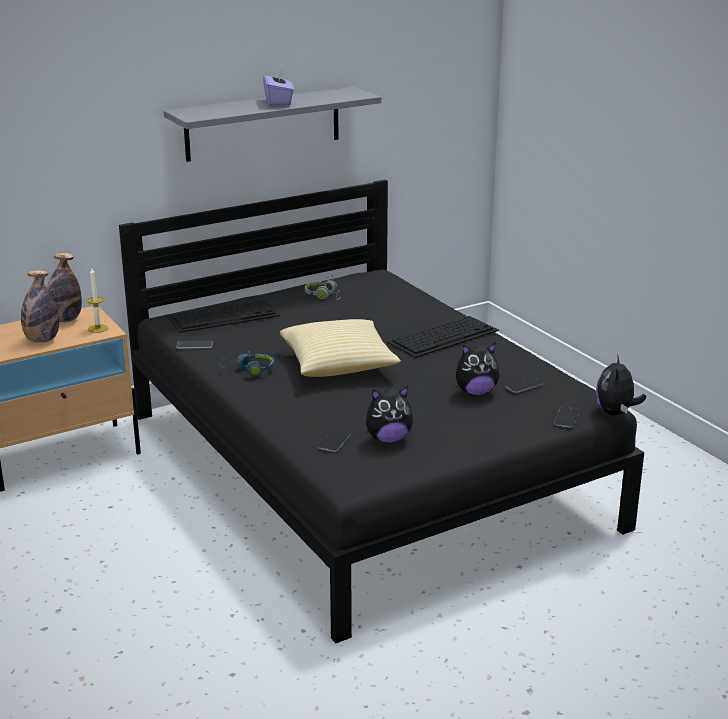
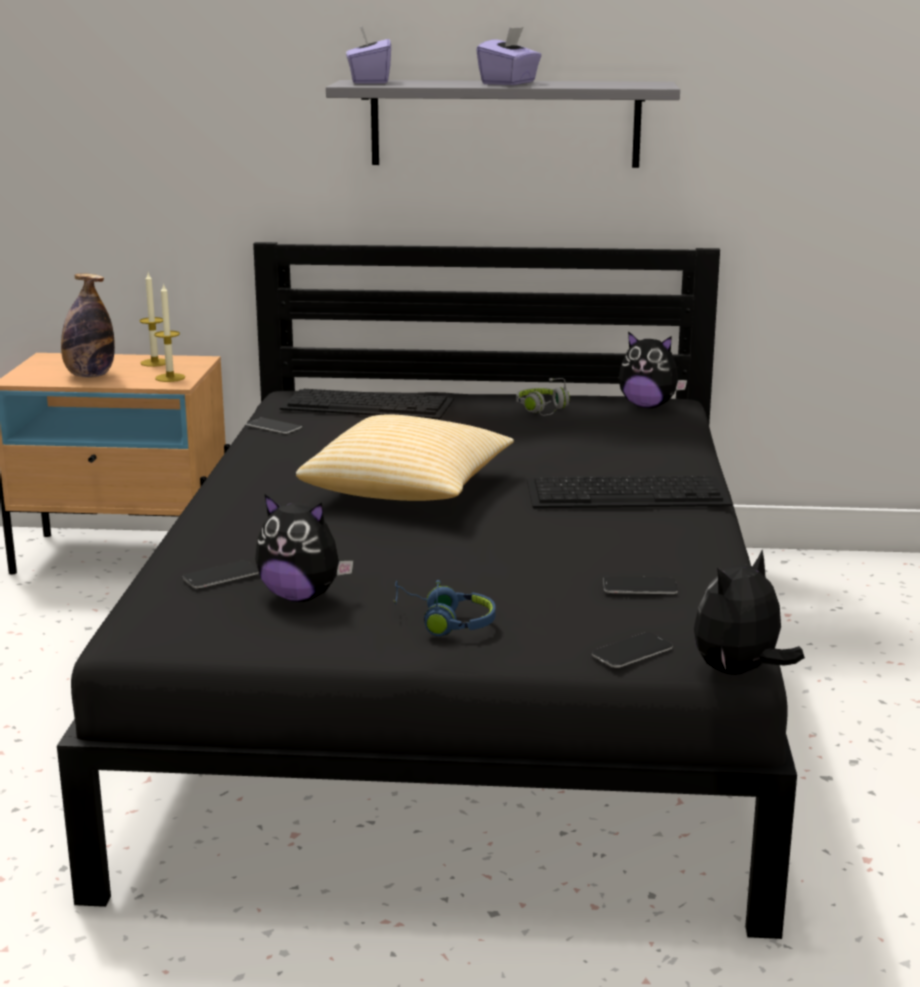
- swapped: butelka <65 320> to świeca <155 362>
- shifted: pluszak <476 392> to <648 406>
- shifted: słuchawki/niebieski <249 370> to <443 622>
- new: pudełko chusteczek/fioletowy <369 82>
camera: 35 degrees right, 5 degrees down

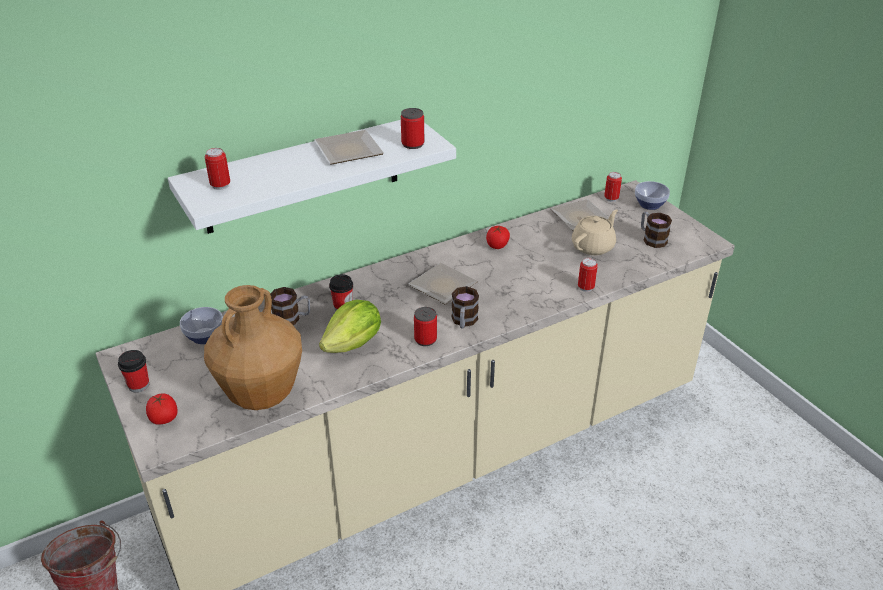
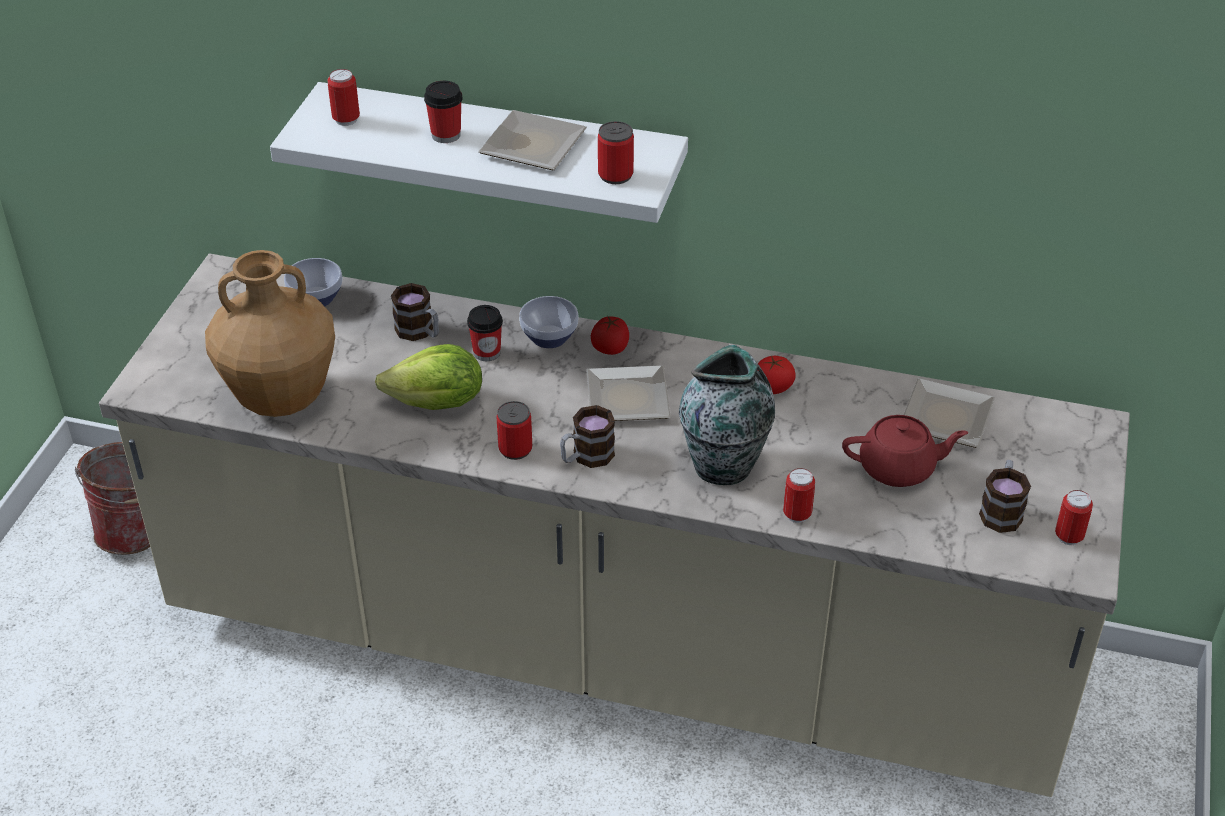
- shifted: puszka <611 199> to <1068 537>
- shifted: miska <651 204> to <550 338>
- repainted: imbryk/beżowy <593 246> to imbryk/czerwony <898 468>
- shifted: filiżanka <139 385> to <446 135>
- shifted: pomidor <164 418> to <610 348>
- new: wazon <724 465>
camera: 45 degrees right, 5 degrees up

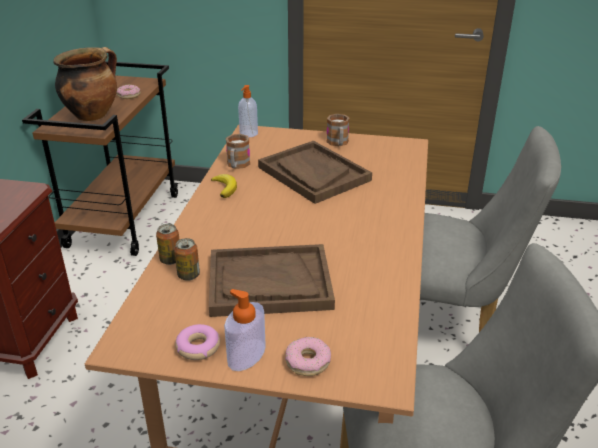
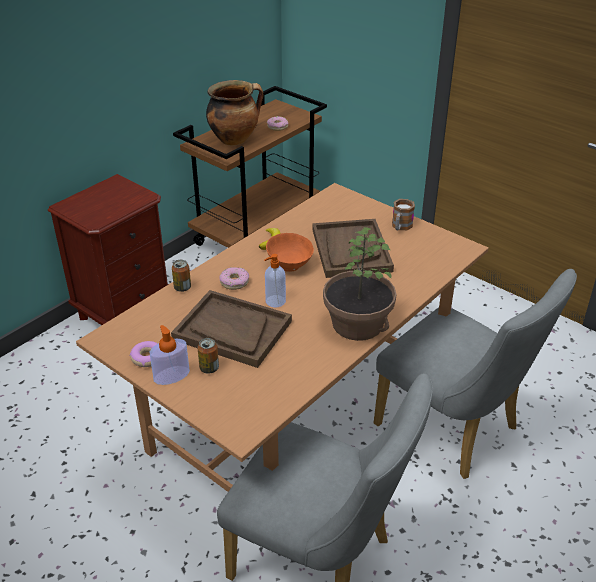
- shifted: dozownik mydła <248 134> to <274 301>
- gone: kubek <237 165>
- shifted: puszka <188 275> to <209 368>
- shifted: donut <307 362> to <234 282>
- new: roślina doniczkowa <357 324>
- new: miska/pomarańczowy <289 266>
camera: 30 degrees right, 5 degrees up

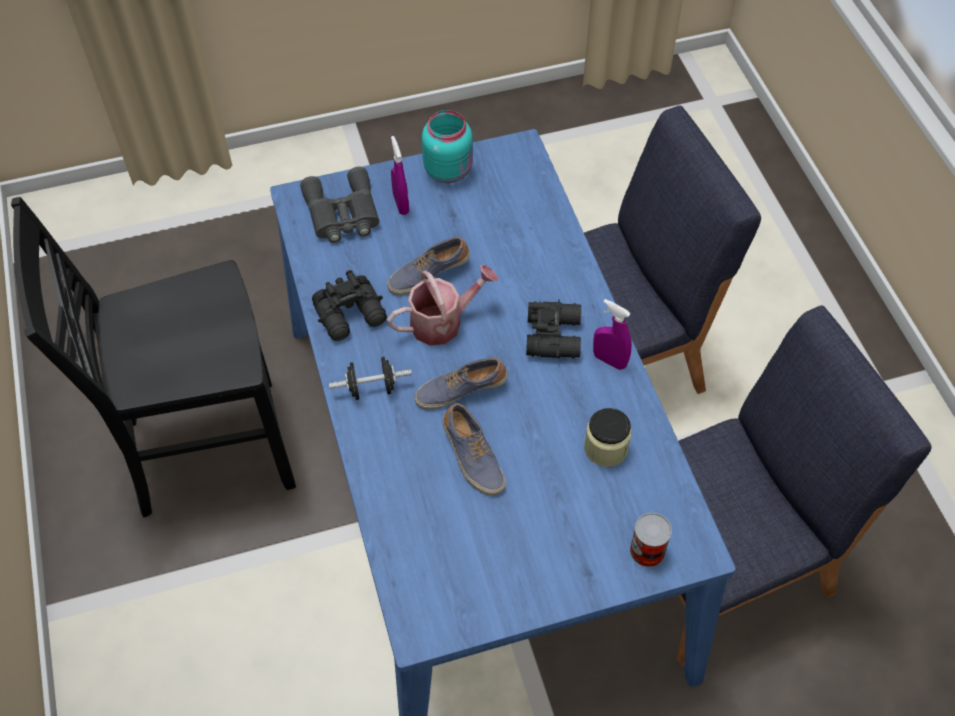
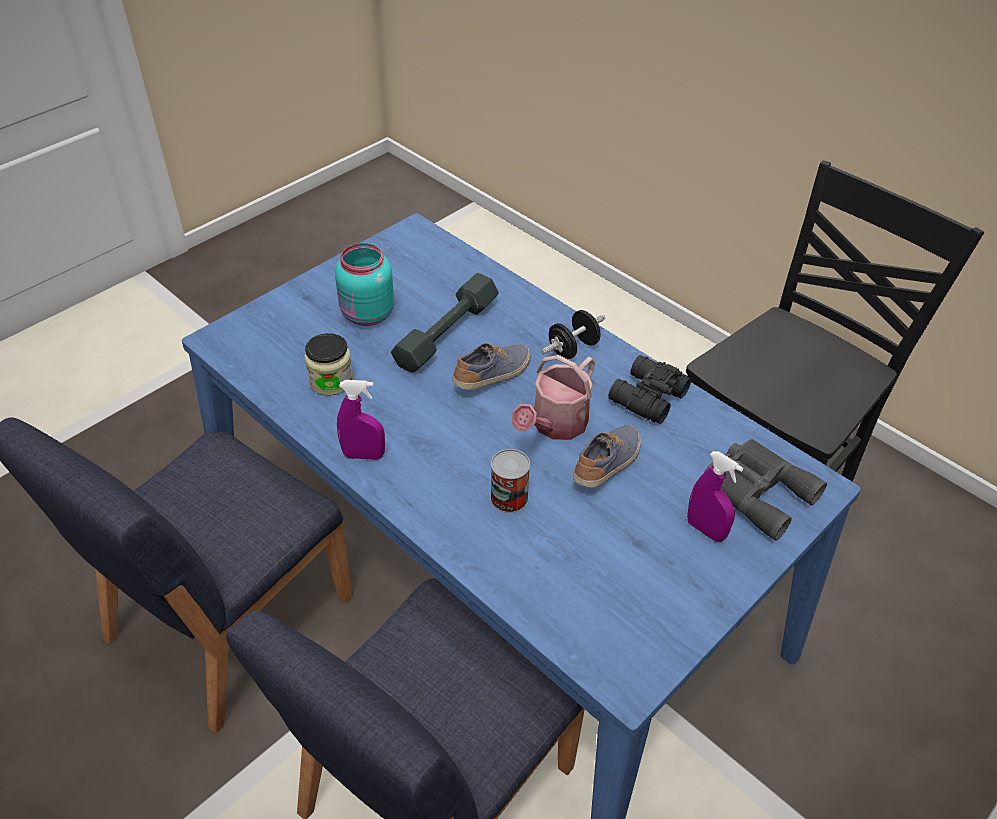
- shifted: słoik/turkusowy <449 170> to <367 315>
- gone: lornetka/czarny <555 335>
- swapped: but <472 458> to hantel/szary <447 333>
- shifted: puszka <647 550> to <509 498>
camera: 150 degrees right, 10 degrees down

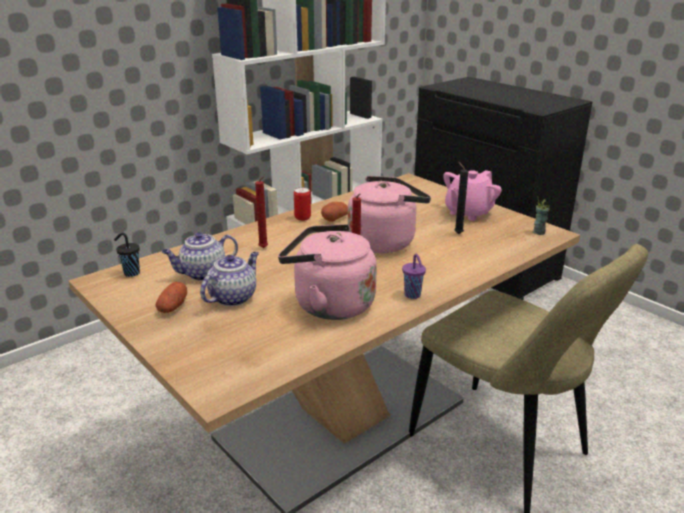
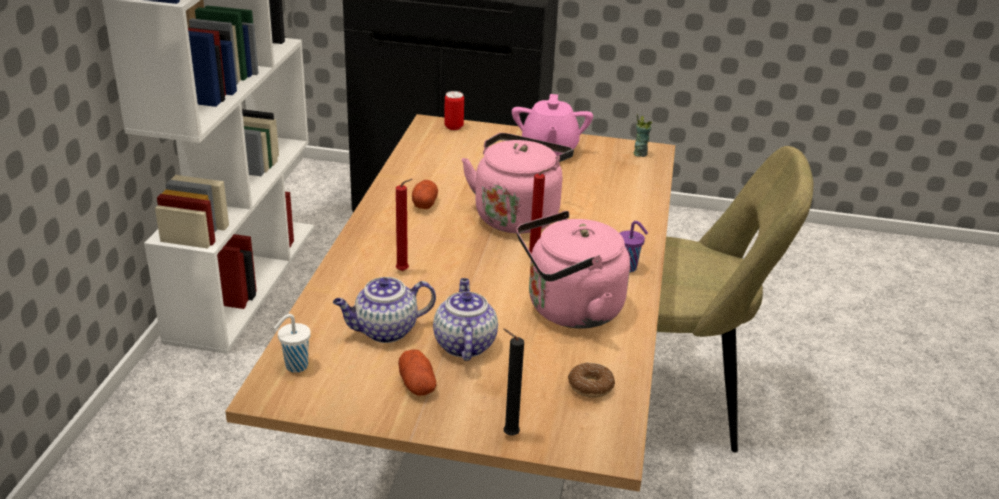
- shifted: świeca/czarny <457 233> to <508 434>
- shifted: puszka <302 218> to <453 127>
- rotated: imbryk <202 274> = <384 331> 45 degrees clockwise
- repainted: filiżanka/czarny <131 273> to filiżanka/biały <295 366>
- new: donut <590 386>
camera: 40 degrees left, 5 degrees up

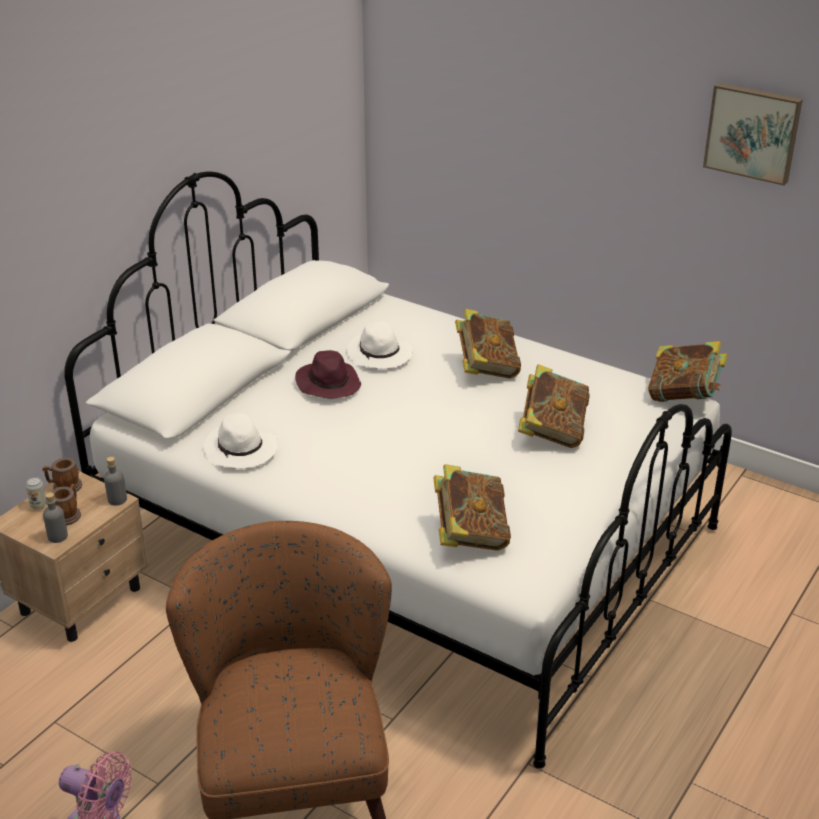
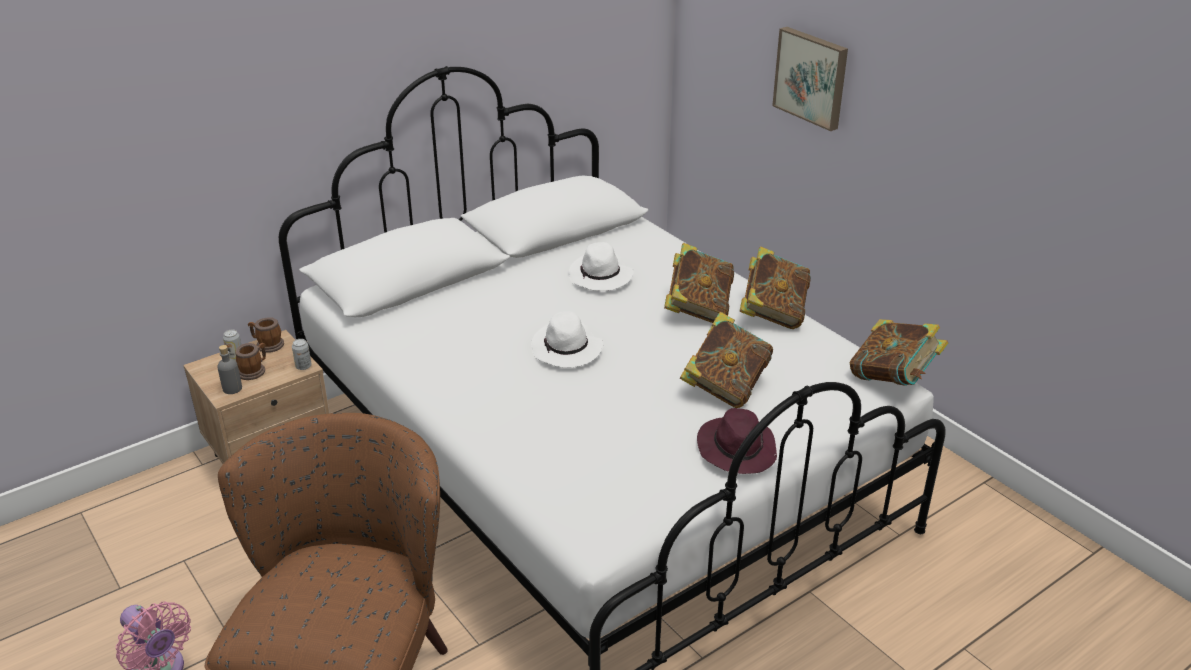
- shifted: obraz <753 132> to <812 77>
- shifted: kapelusz/fioletowy <328 384> to <736 449>
- shifted: kapelusz/biały <241 450> to <567 349>
- swapped: butelka/szary <117 499> to puszka <303 366>
- shifted: książka <470 535> to <773 314>
camera: 20 degrees right, 0 degrees up

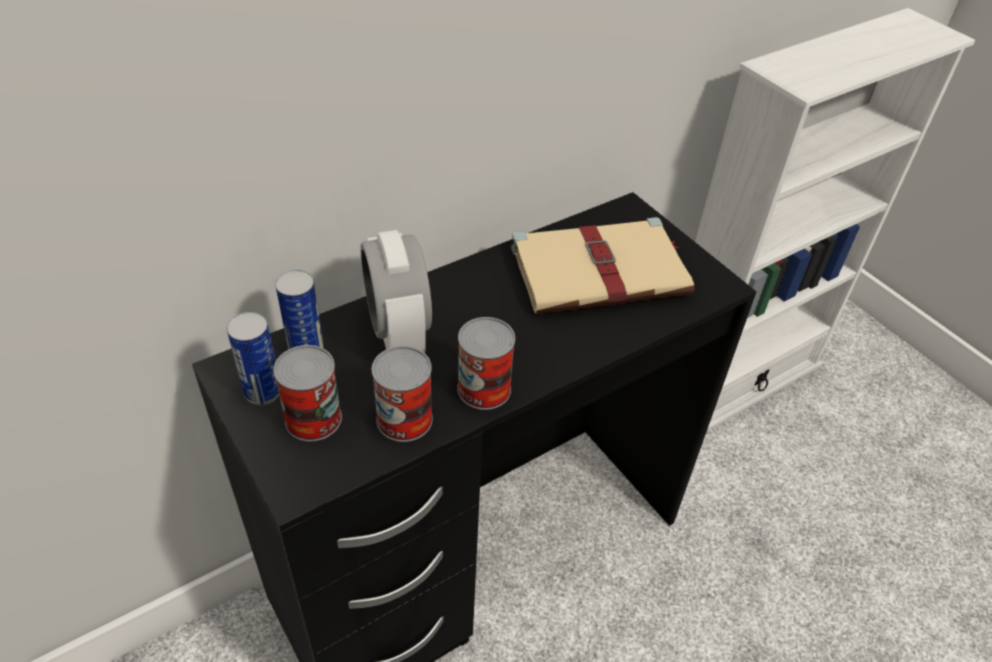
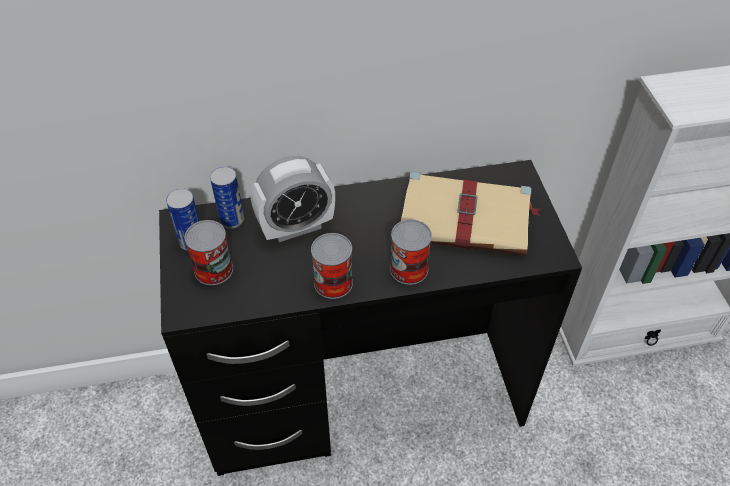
- rotated: budzik <398 335> = <296 227> 120 degrees counterclockwise
- shifted: puszka <404 419> to <409 269>
camera: 25 degrees right, 5 degrees up

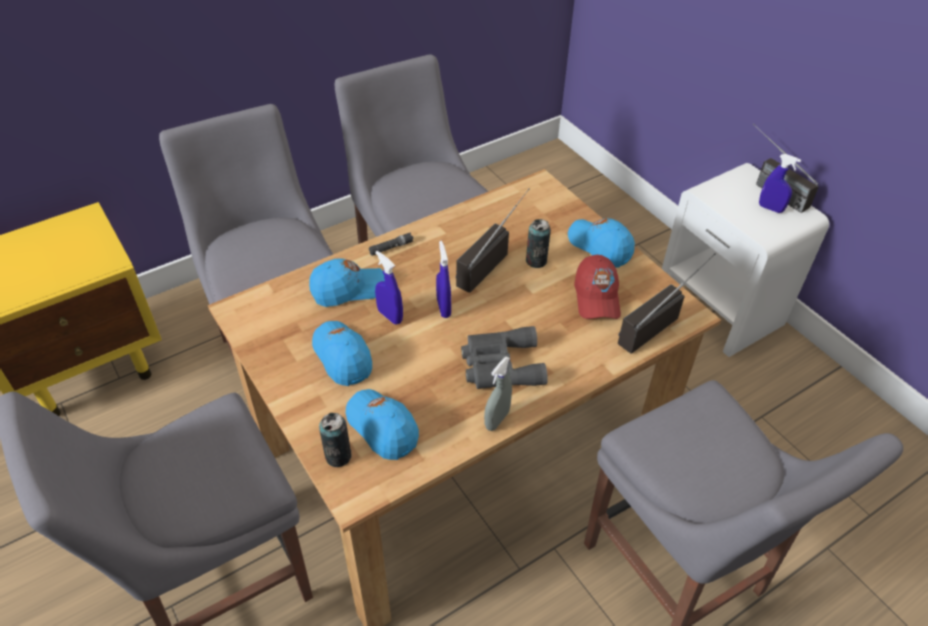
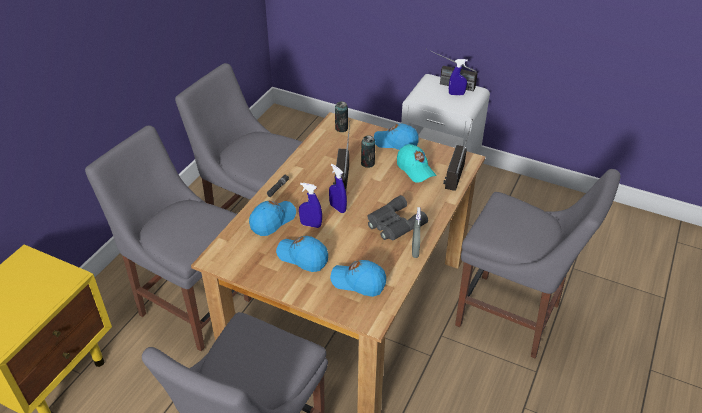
- repainted: czapka z daszkiem/czerwony <596 297> to czapka z daszkiem/turkusowy <415 170>
- shifted: puszka <338 456> to <341 128>
camera: 30 degrees left, 5 degrees down

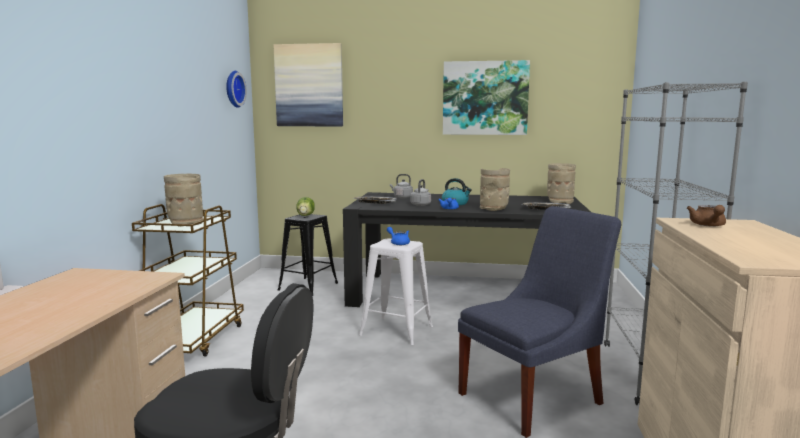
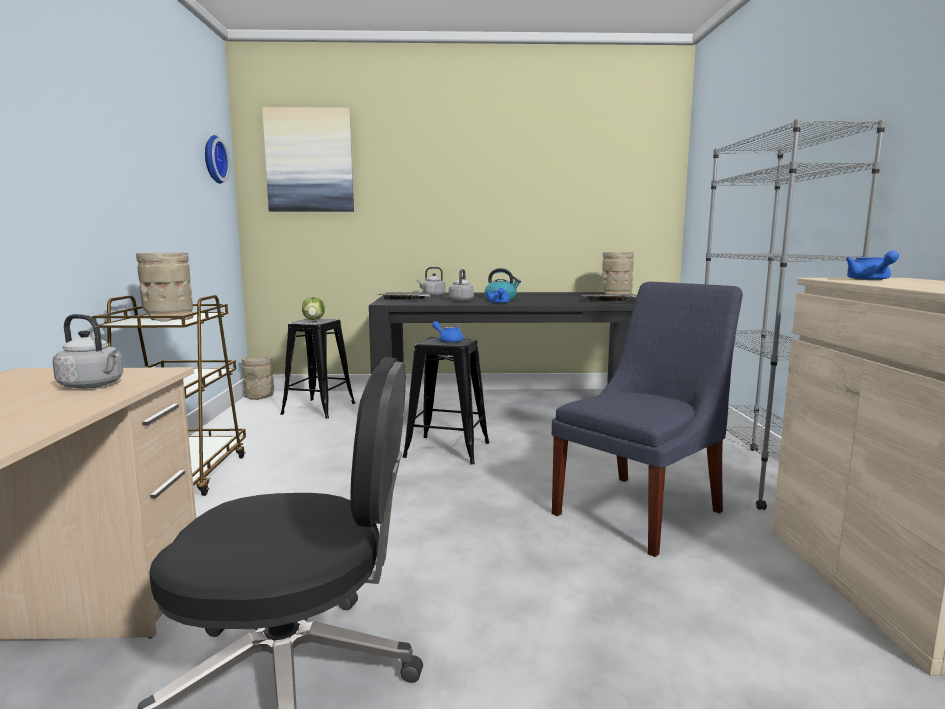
- gone: obraz <485 98>
- shifted: wazon/beżowy <493 209> to <259 397>
- repainted: imbryk/brązowy <708 225> to imbryk/niebieski <870 280>
- repainted: stołek/biały <396 331> to stołek/czarny <447 450>
- new: czajnik/szary <93 385>
camera: 10 degrees left, 0 degrees up

